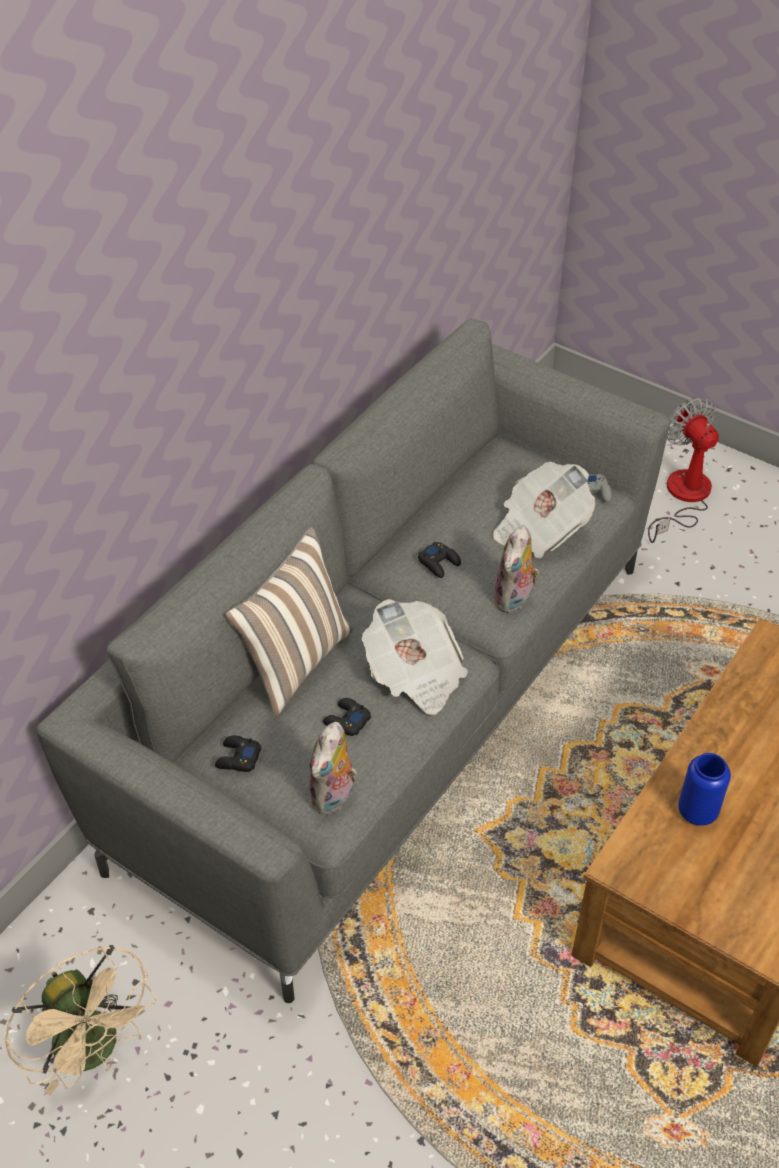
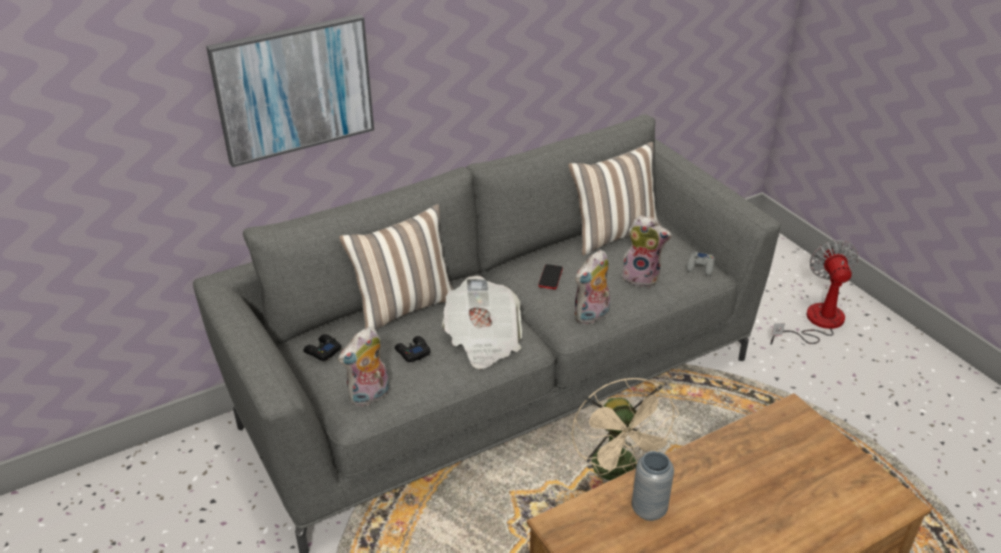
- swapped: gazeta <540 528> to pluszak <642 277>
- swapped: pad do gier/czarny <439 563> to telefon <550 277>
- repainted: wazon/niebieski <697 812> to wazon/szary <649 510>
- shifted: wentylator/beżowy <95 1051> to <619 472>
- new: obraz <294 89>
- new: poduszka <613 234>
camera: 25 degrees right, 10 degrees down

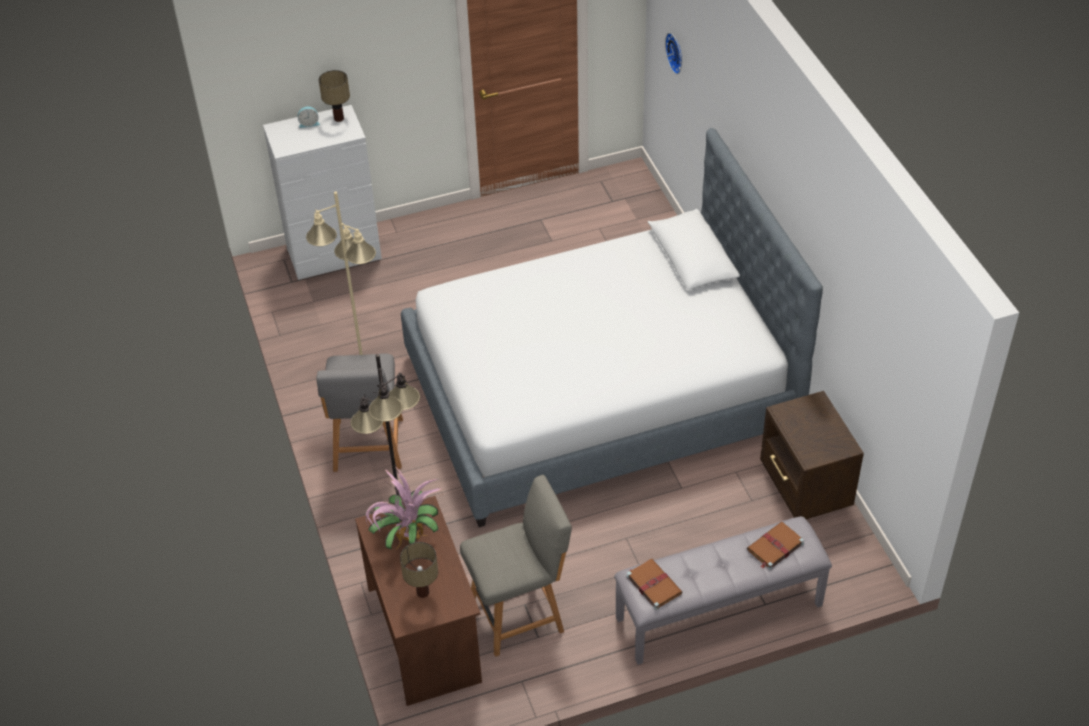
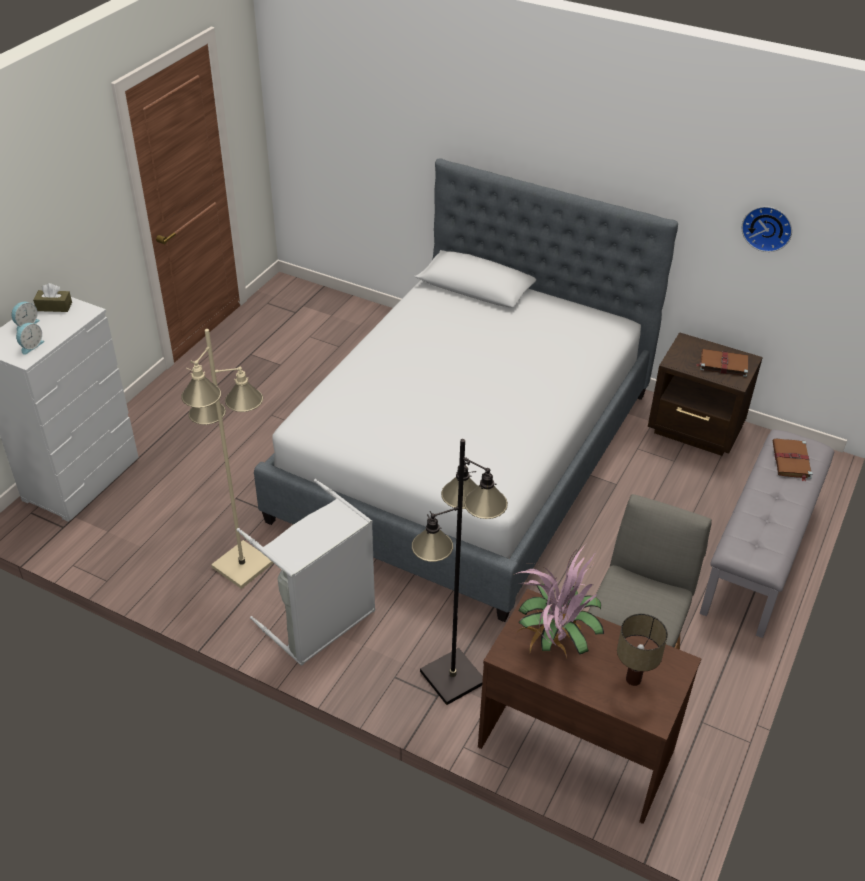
- shifted: zegar ścienny <676 52> to <767 227>
- swapped: lampa stołowa <338 118> to pudełko chusteczek/brązowy <54 306>
- swapped: krzesło/szary <368 447> to kosz na pranie/szary <321 623>
- shifted: książka/brązowy <653 584> to <722 364>
- new: budzik <30 346>
camera: 45 degrees left, 5 degrees down

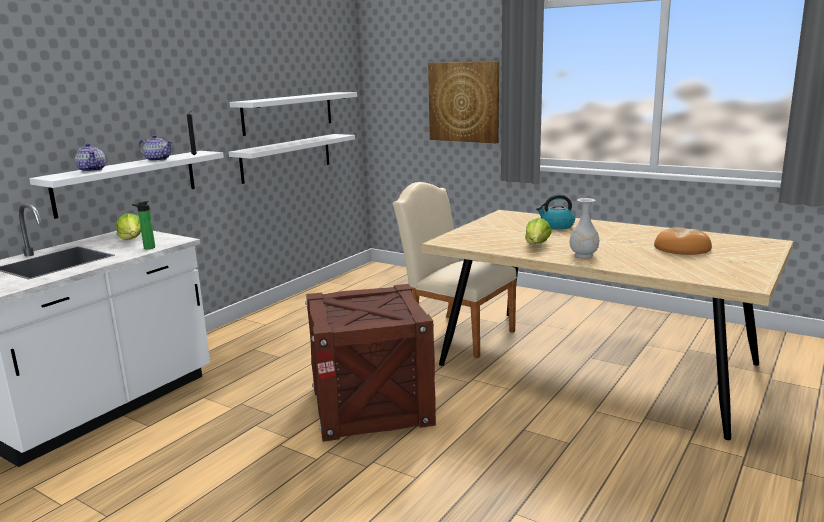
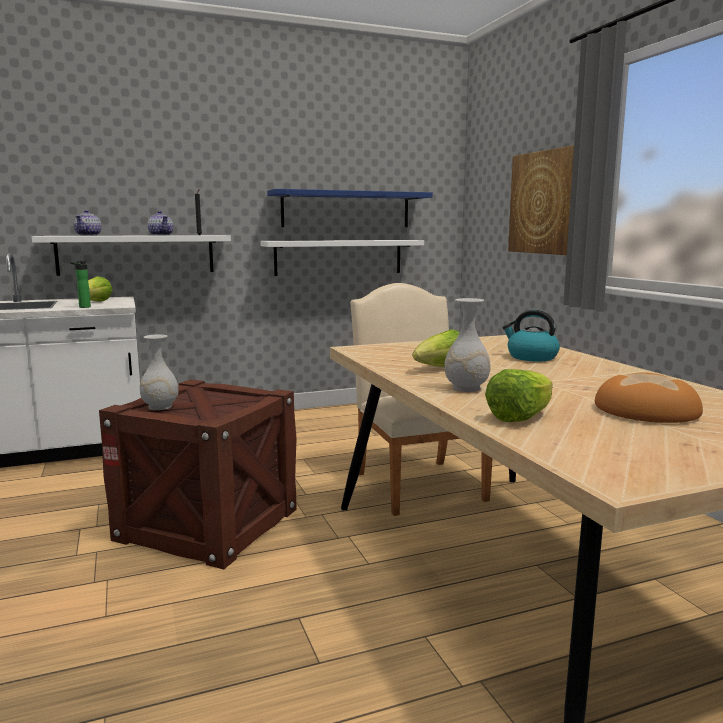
- repainted: półka/biały <288 113> to półka/niebieski <346 209>
- new: wazon/biały <160 407>
- new: sałata <520 417>
camera: 35 degrees right, 5 degrees down

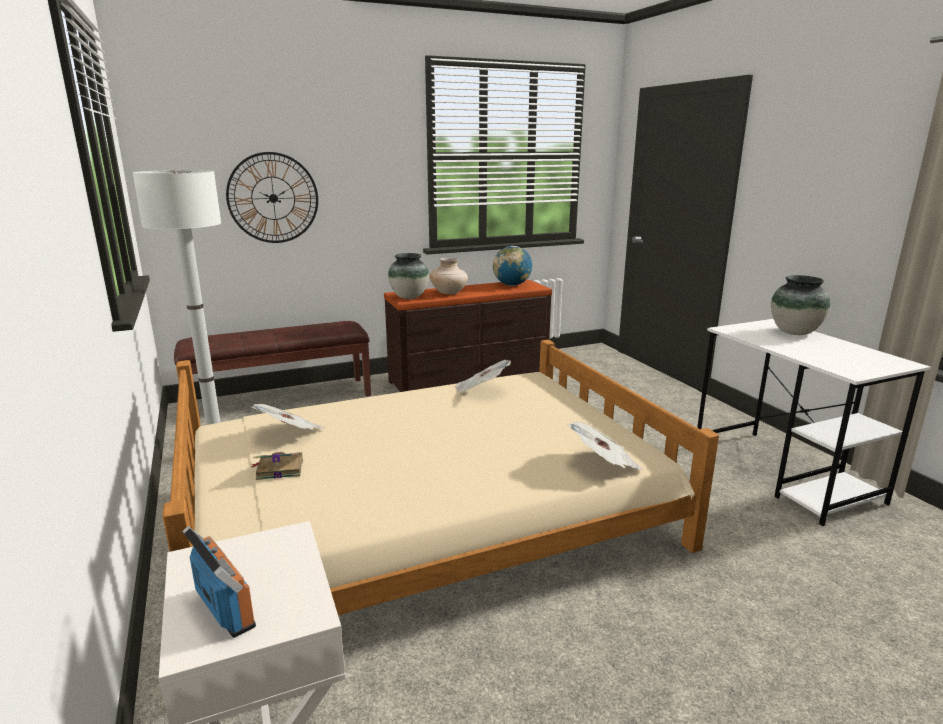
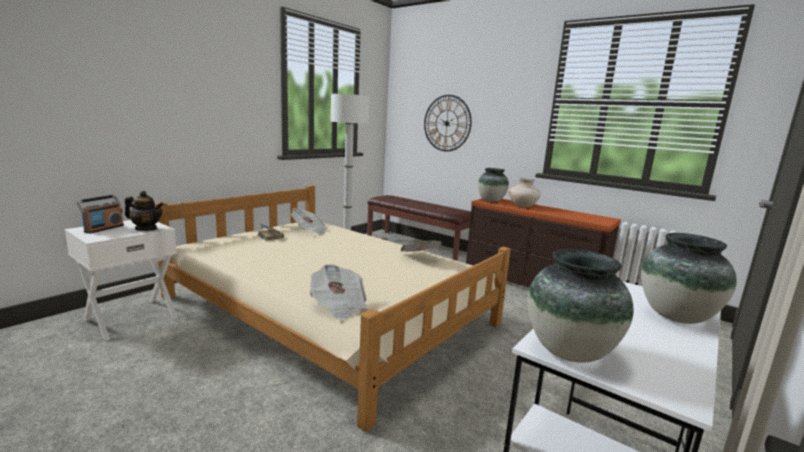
- gone: globus <512 285>
- new: imbryk <146 229>
- new: wazon <568 352>
camera: 60 degrees right, 5 degrees down

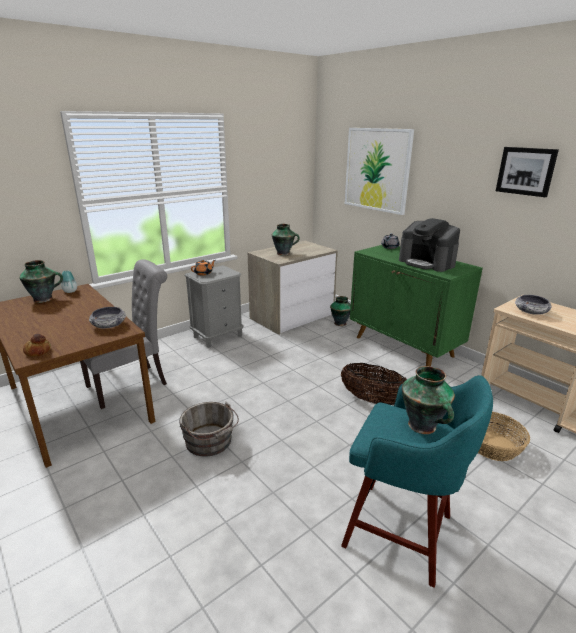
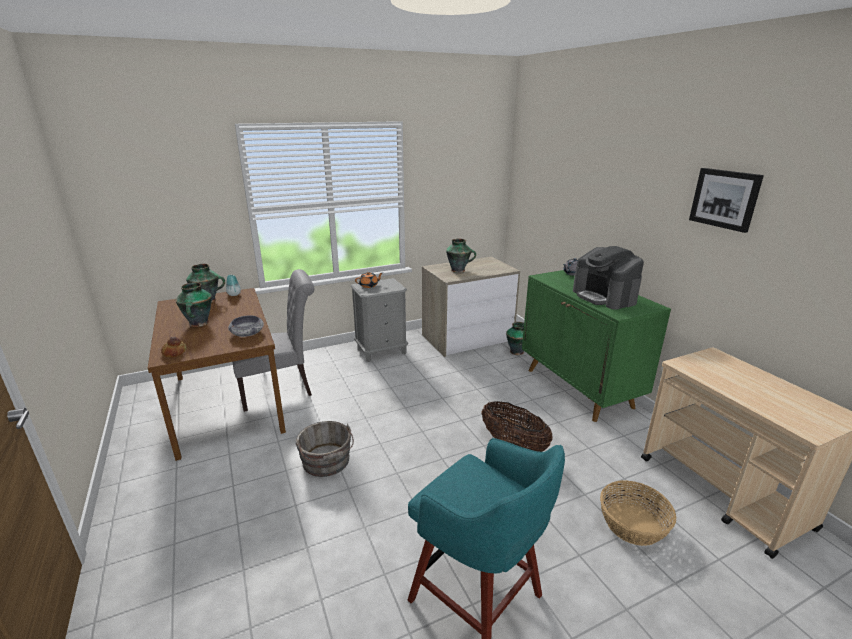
- gone: obraz <377 170>
- gone: miska <531 312>
- shifted: wazon <423 426> to <198 324>
camera: 15 degrees right, 0 degrees up

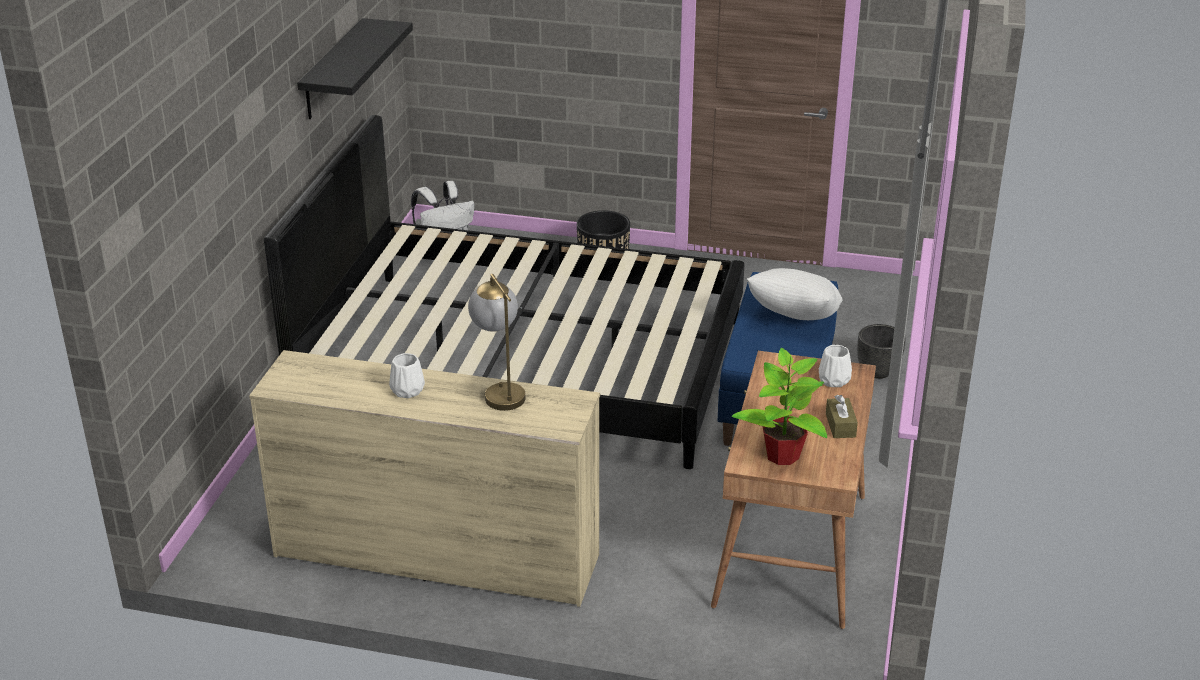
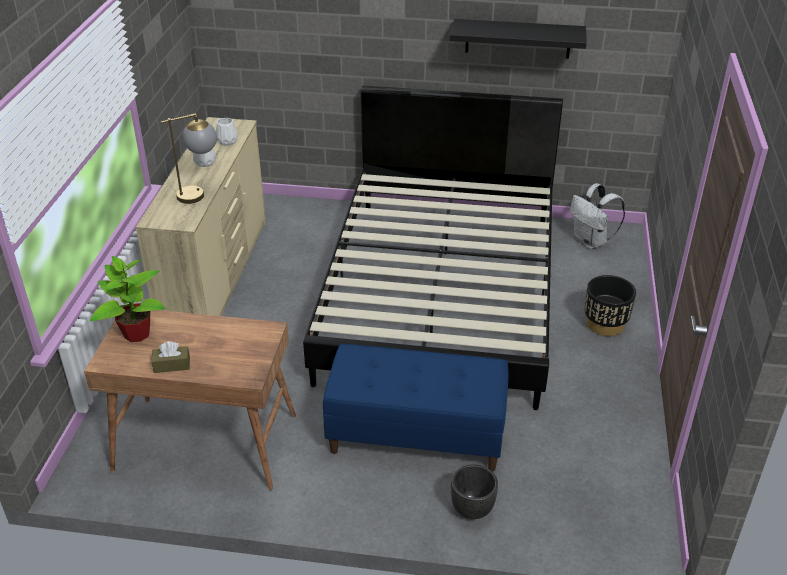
- gone: poduszka/biały <793 320>
- shifted: wazon/biały <834 381> to <226 141>
camera: 85 degrees right, 5 degrees up

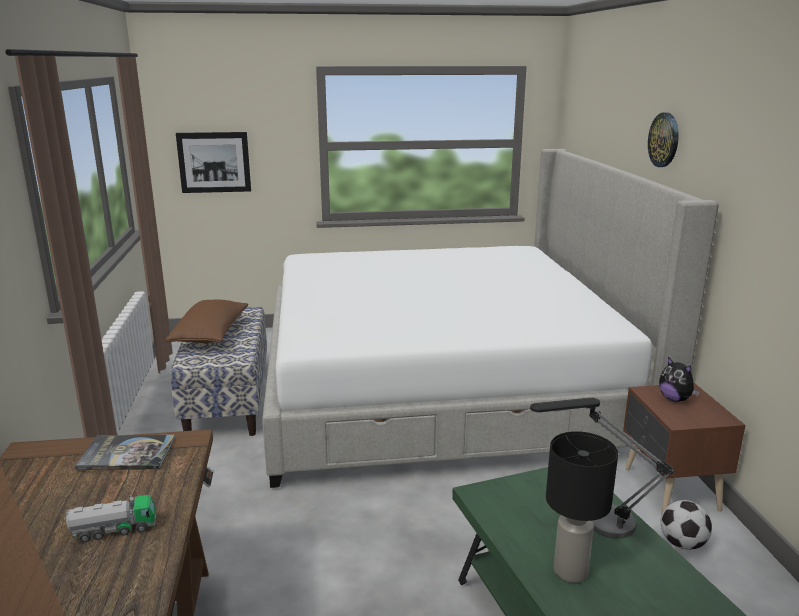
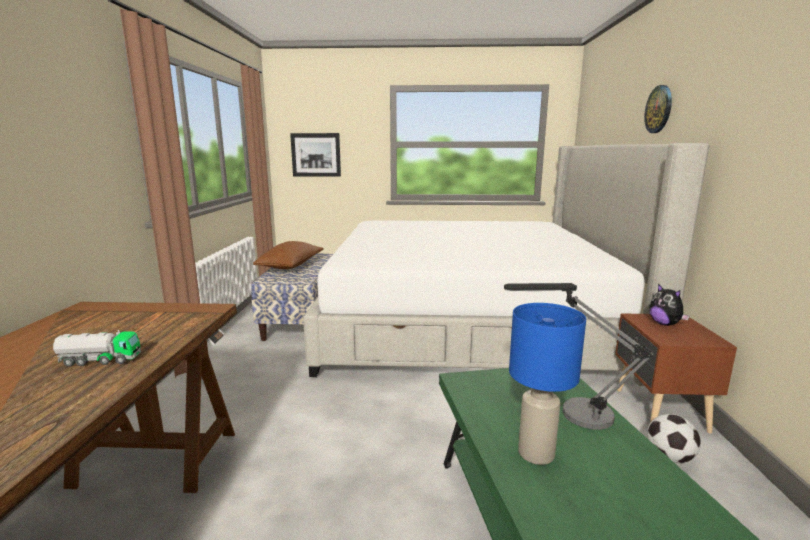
- repainted: lampa stołowa/czarny <570 571> to lampa stołowa/niebieski <536 453>
- gone: książka <127 454>
camera: 10 degrees right, 5 degrees down

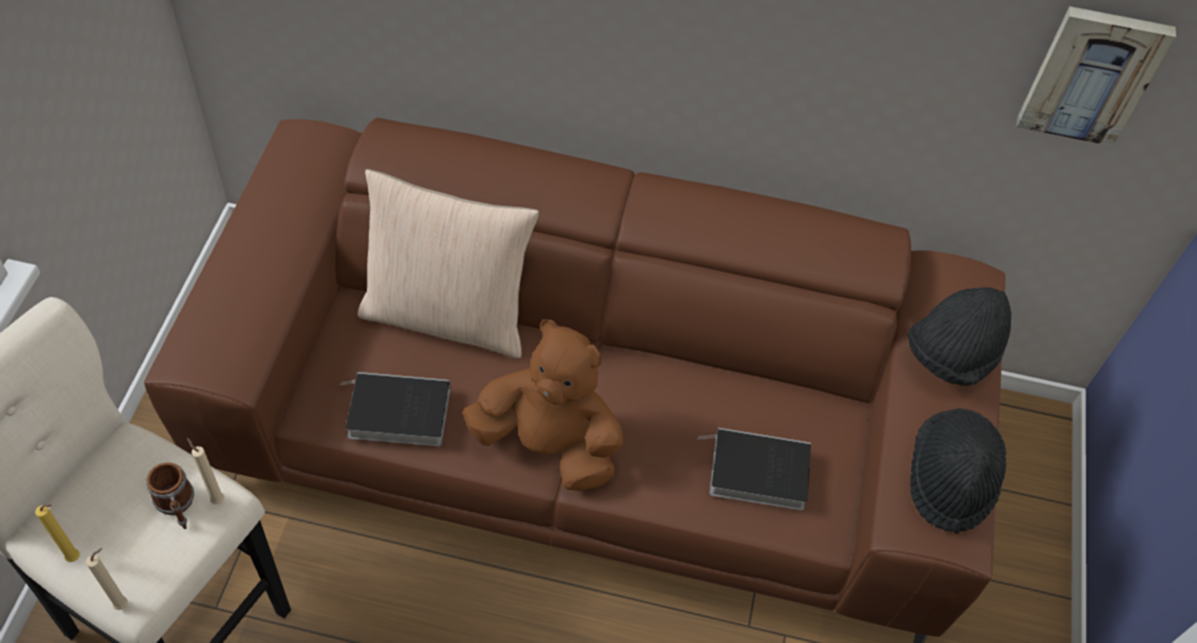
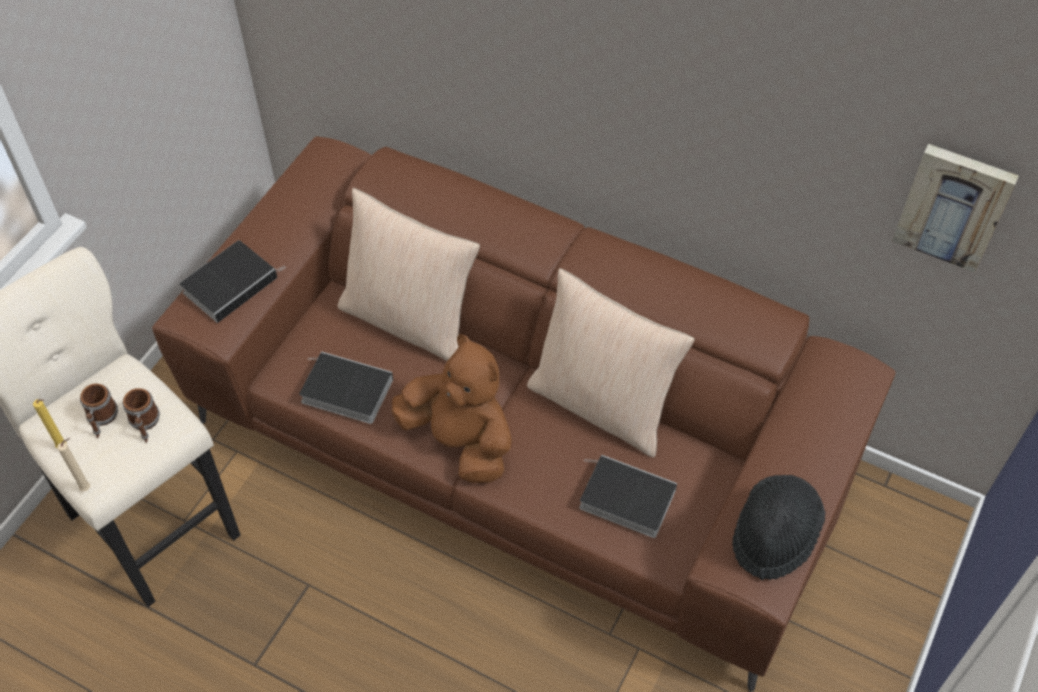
- gone: kapelusz/czarny <951 355>
- gone: świeca/beżowy <217 499>
- new: książka <231 283>
- new: poduszka/beżowy <602 404>
- new: kubek <102 419>
camera: 20 degrees right, 0 degrees up

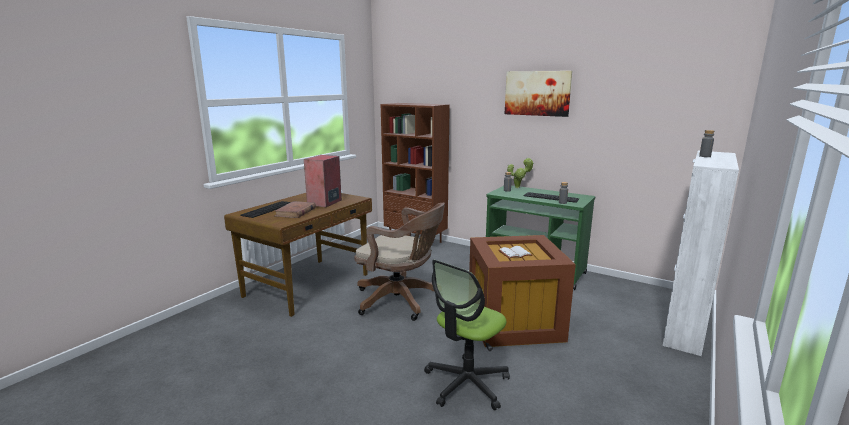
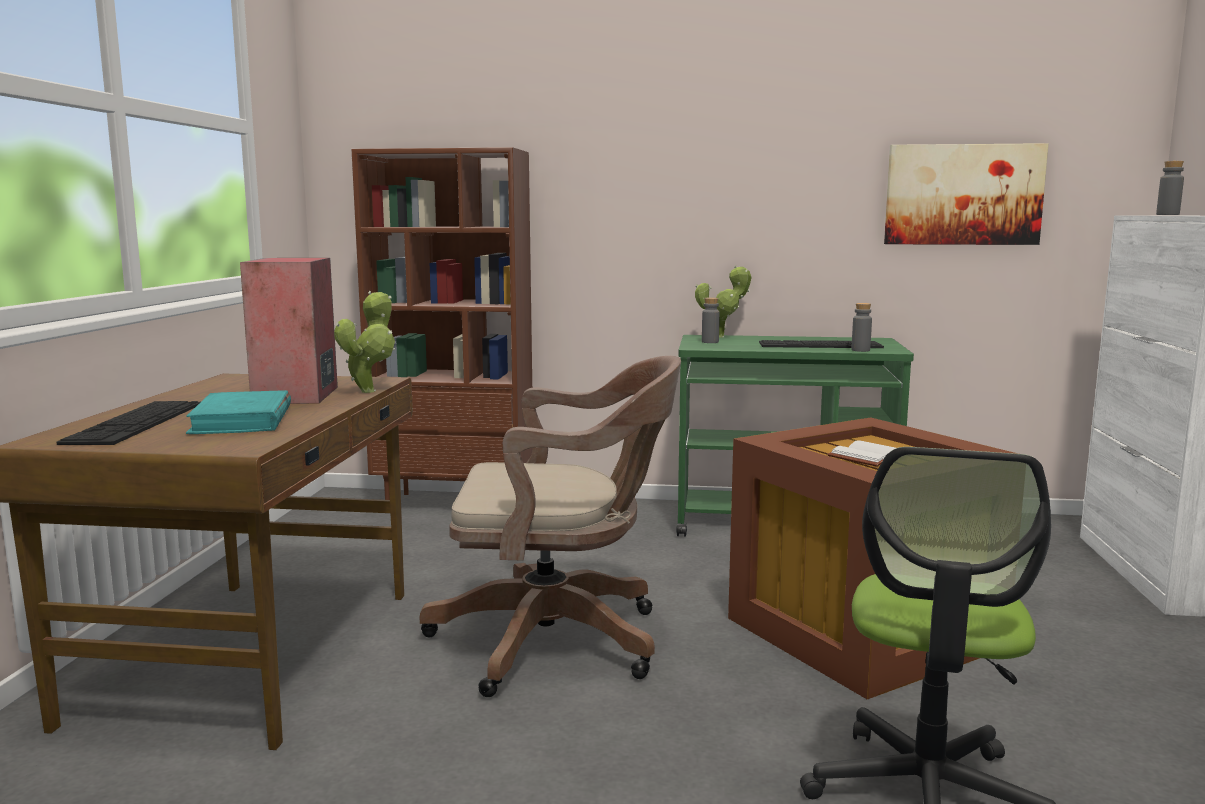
- shifted: obraz <537 93> to <963 195>
- repainted: książka/brązowy <295 212> to książka/turkusowy <242 420>
- new: roślina doniczkowa <370 390>
camera: 25 degrees left, 5 degrees down

